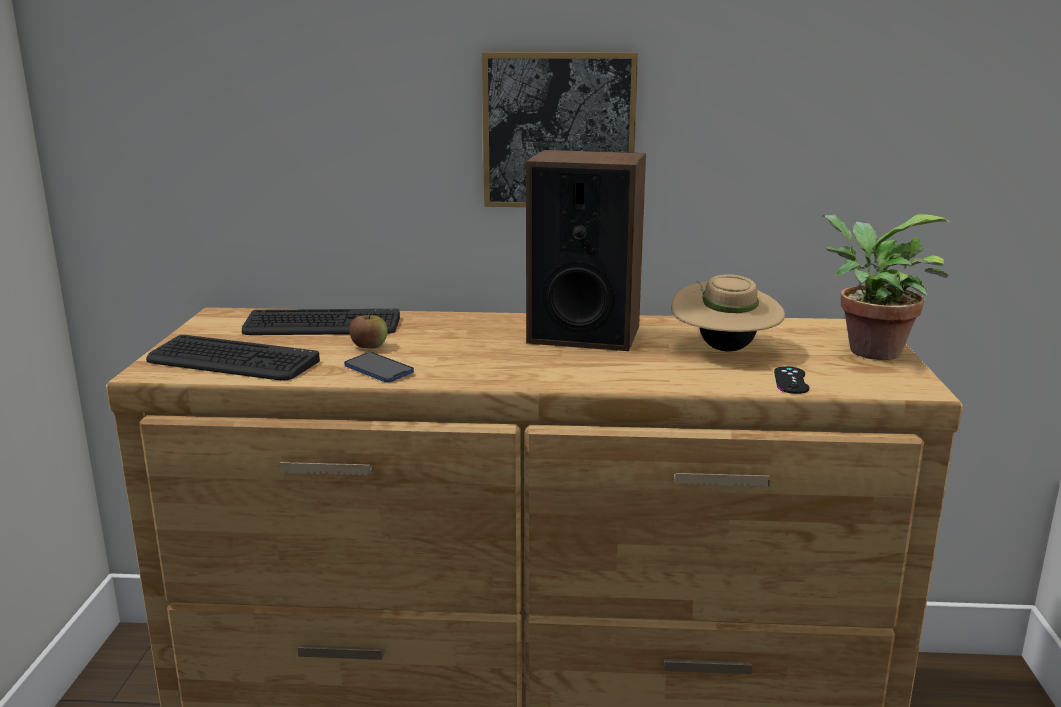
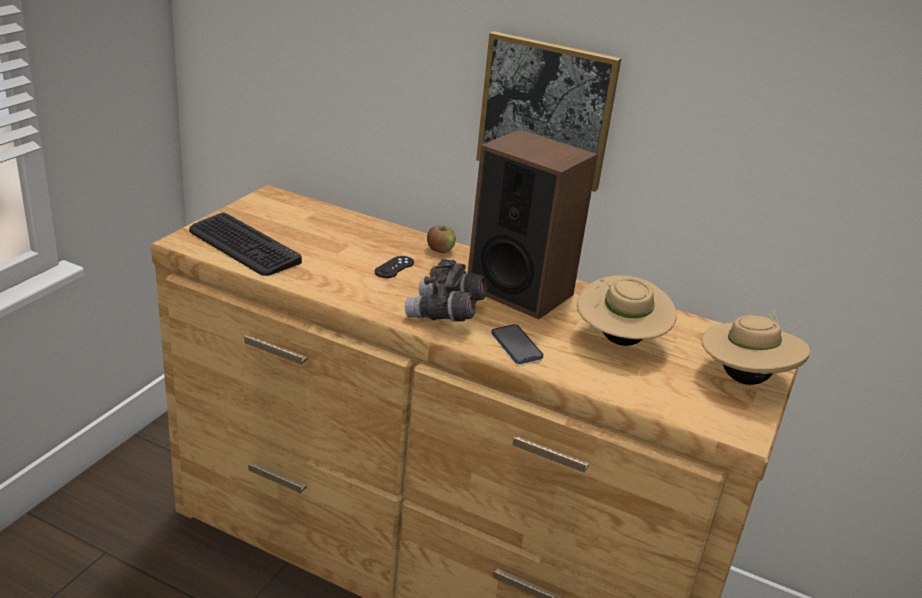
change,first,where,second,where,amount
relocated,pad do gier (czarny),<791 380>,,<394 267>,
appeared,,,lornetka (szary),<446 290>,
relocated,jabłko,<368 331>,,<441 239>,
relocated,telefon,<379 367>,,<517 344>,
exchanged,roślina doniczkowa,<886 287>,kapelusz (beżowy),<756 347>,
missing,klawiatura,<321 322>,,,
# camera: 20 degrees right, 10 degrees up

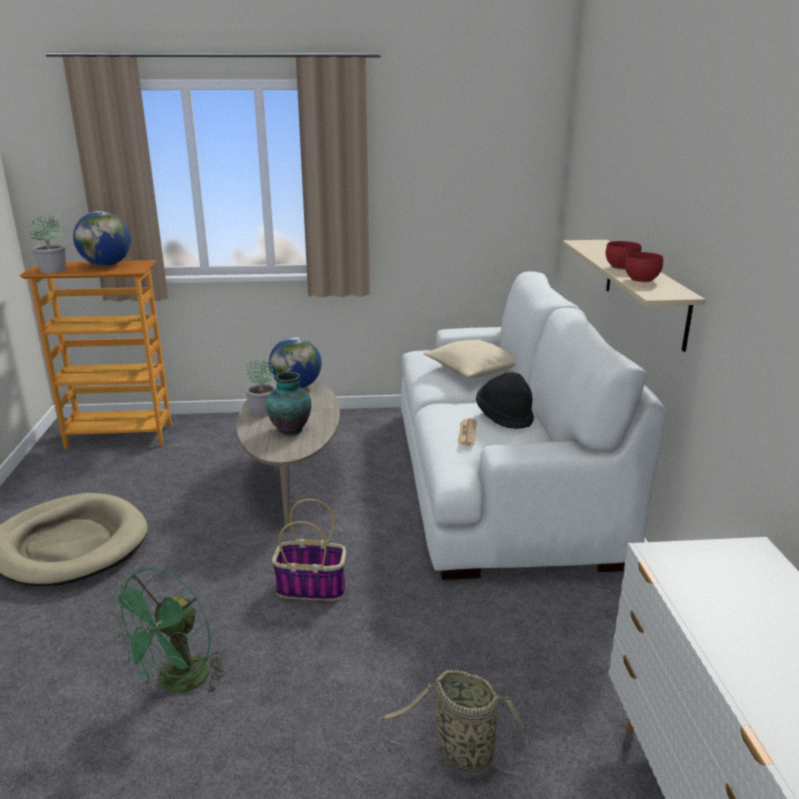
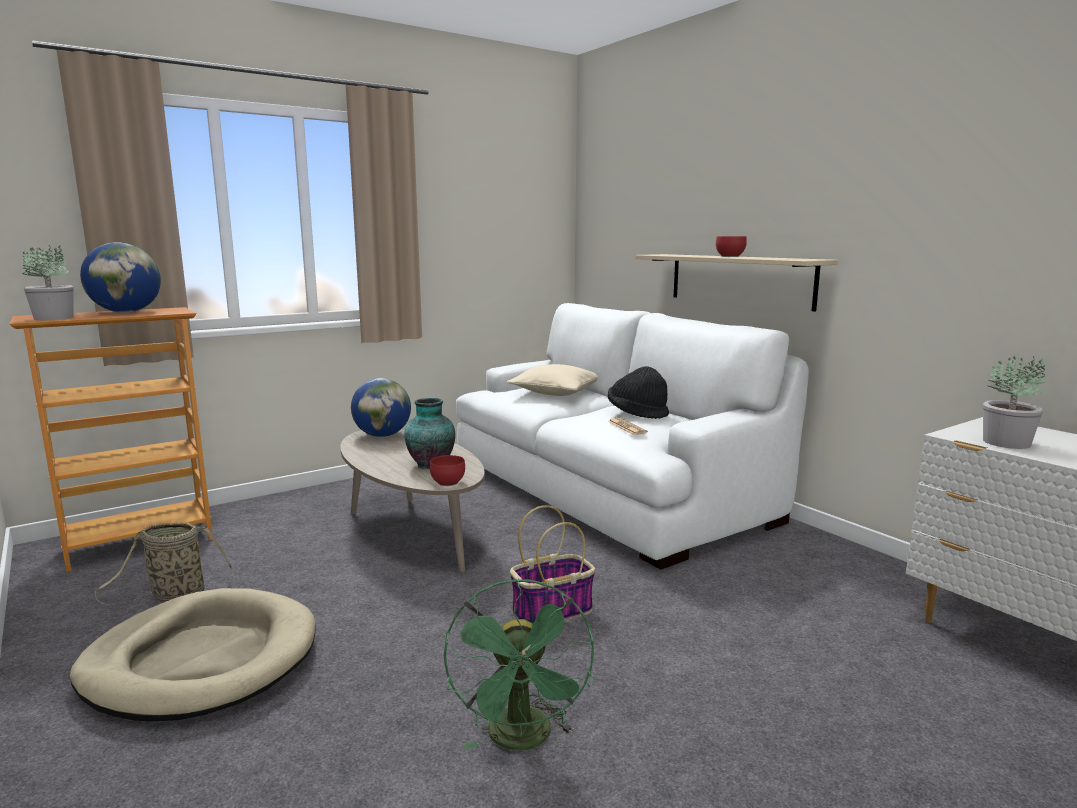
change,first,where,second,where,amount
relocated,koszyk,<454 722>,,<165 563>,
relocated,miska (czerwony),<644 267>,,<447 470>,
relocated,roślina doniczkowa,<261 387>,,<1014 402>,
# camera: 30 degrees left, 10 degrees down

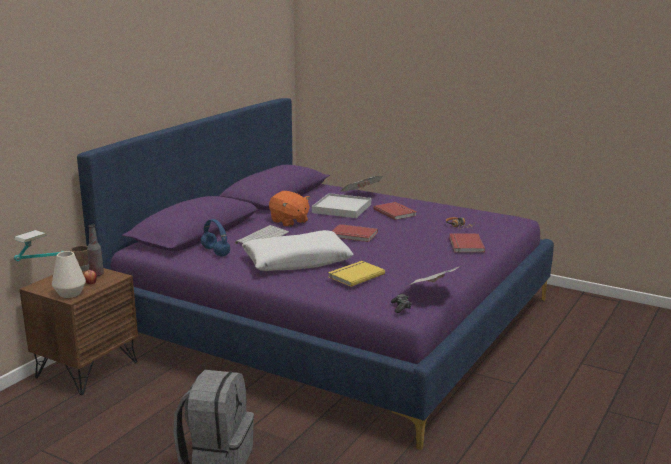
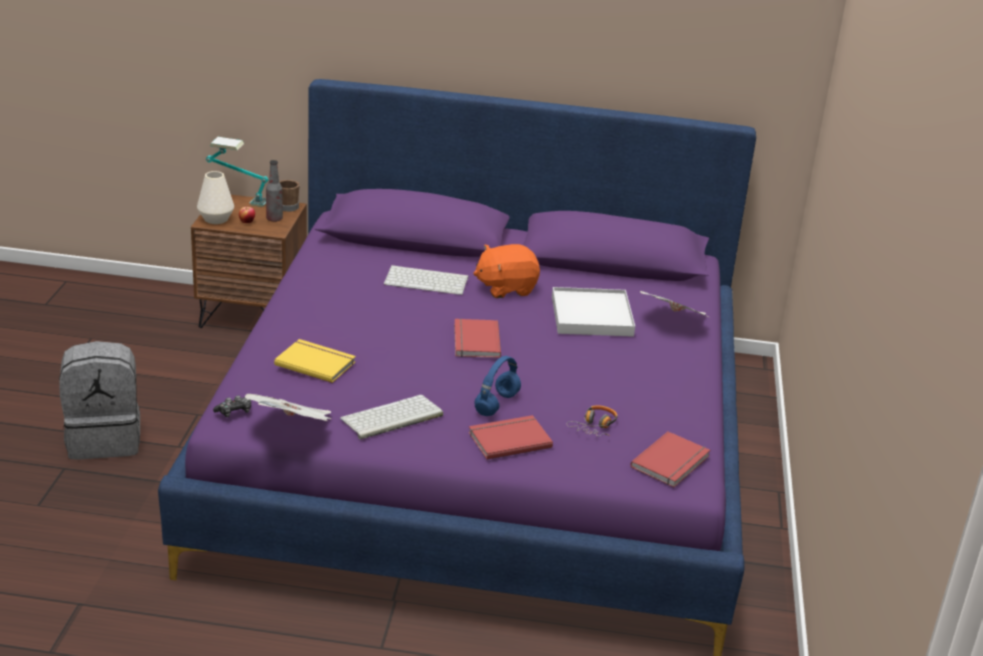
change,first,where,second,where,amount
appeared,,,klawiatura,<391 417>,
spun,pluszak (pomarańczowy),<289 209>,,<506 271>,45 degrees clockwise
relocated,słuchawki (niebieski),<215 238>,,<498 386>,
relocated,książka (czerwony),<395 211>,,<670 459>,
missing,poduszka (biały),<298 250>,,,
# camera: 65 degrees right, 10 degrees up

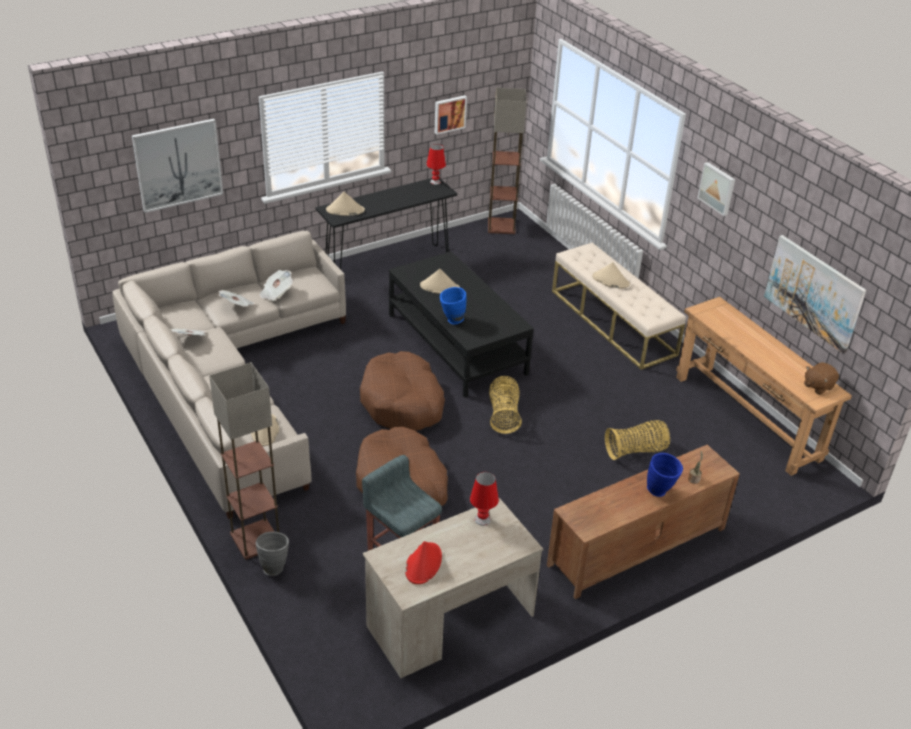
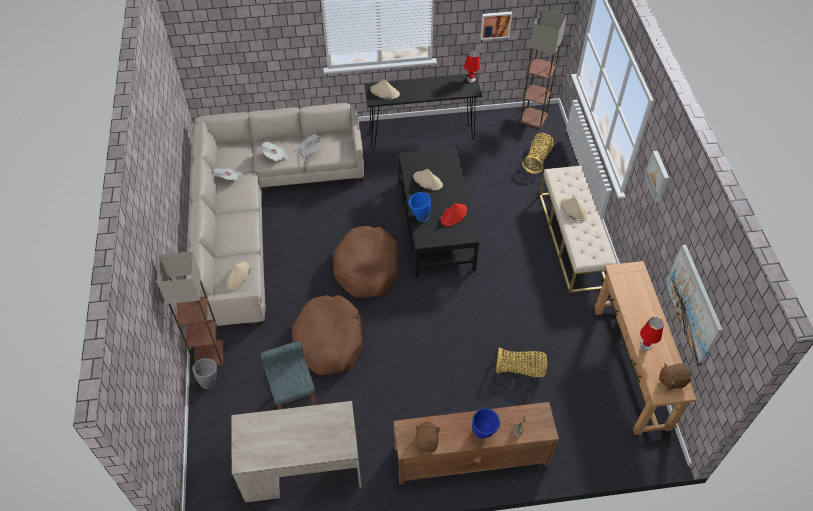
change,first,where,second,where,amount
appeared,,,pluszak (brązowy),<427 437>,
relocated,kapelusz (czerwony),<423 562>,,<454 214>,
relocated,koszyk,<505 405>,,<538 153>,
relocated,lampa stołowa (czerwony),<484 499>,,<652 334>,
missing,obraz,<177 166>,,,
# camera: 25 degrees right, 15 degrees up

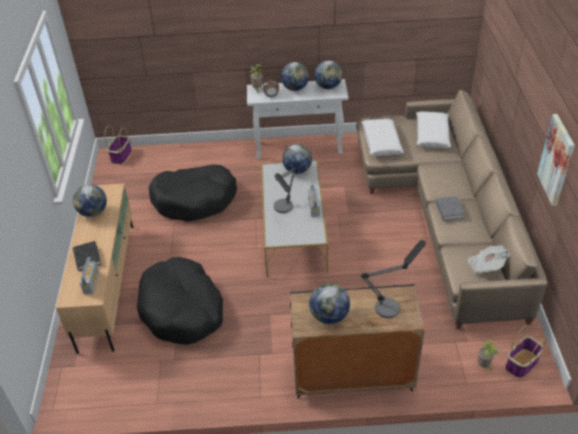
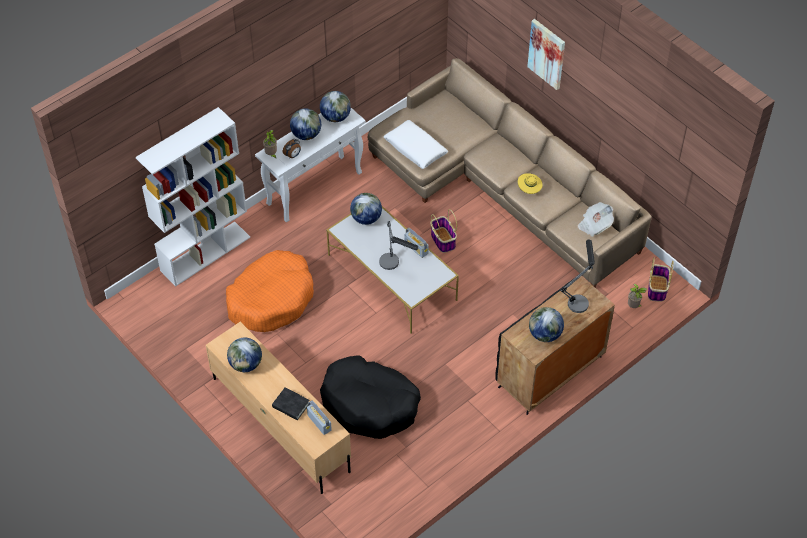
change,first,where,second,where,amount
appeared,,,regał (biały),<193 197>,
colour,legowisko (czarny),<193 193>,legowisko (pomarańczowy),<270 291>,
relocated,koszyk,<118 144>,,<443 231>,
exchanged,książka (szary),<450 208>,kapelusz (żółty),<530 183>,
relocated,obraz,<556 160>,,<546 54>,
missing,poduszka (biały),<433 129>,,,
# camera: 40 degrees left, 10 degrees up

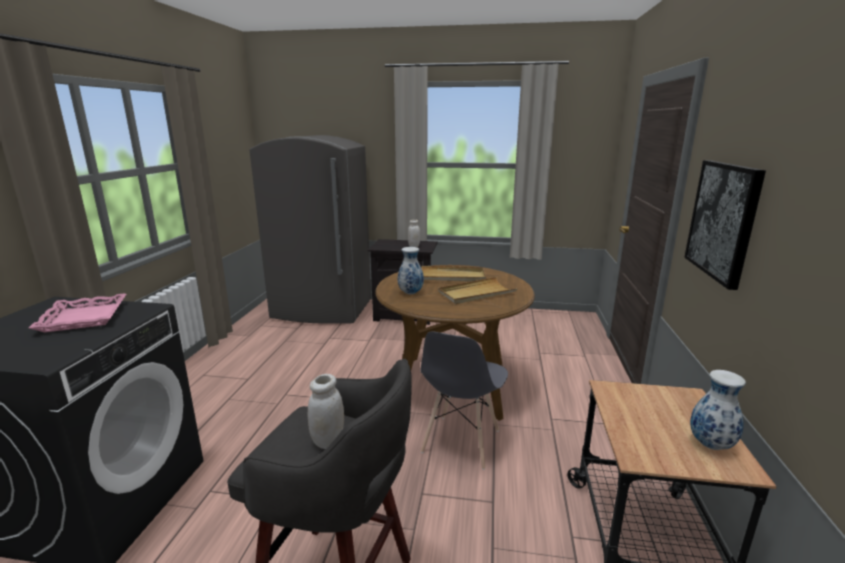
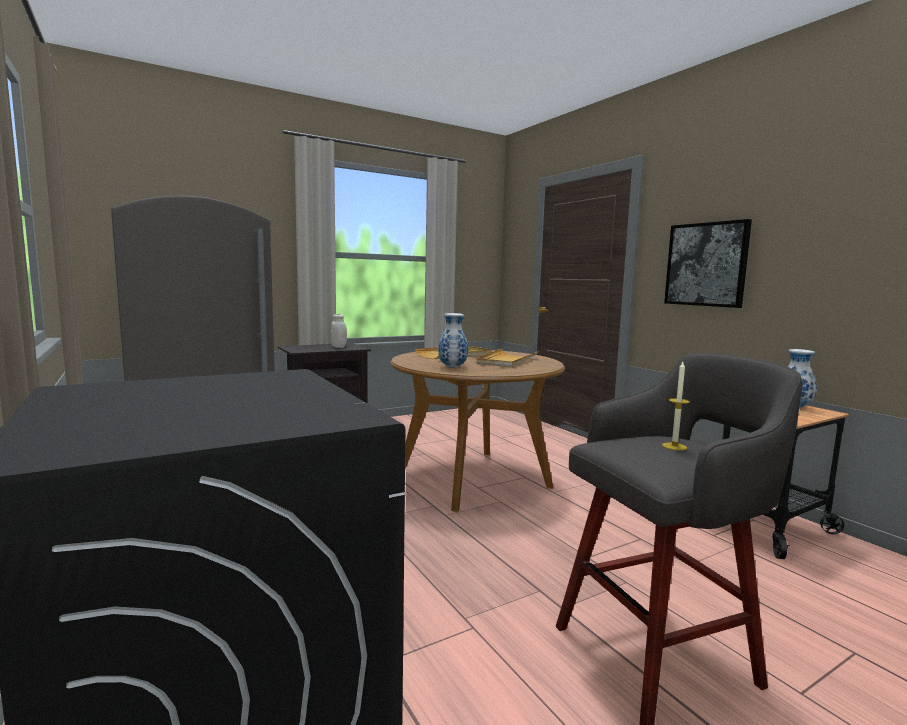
change,first,where,second,where,amount
exchanged,słoik (biały),<326 411>,świeca,<676 406>,
missing,taca (różowy),<77 312>,,,
missing,krzesło (szary),<464 401>,,,
# camera: 40 degrees left, 10 degrees down

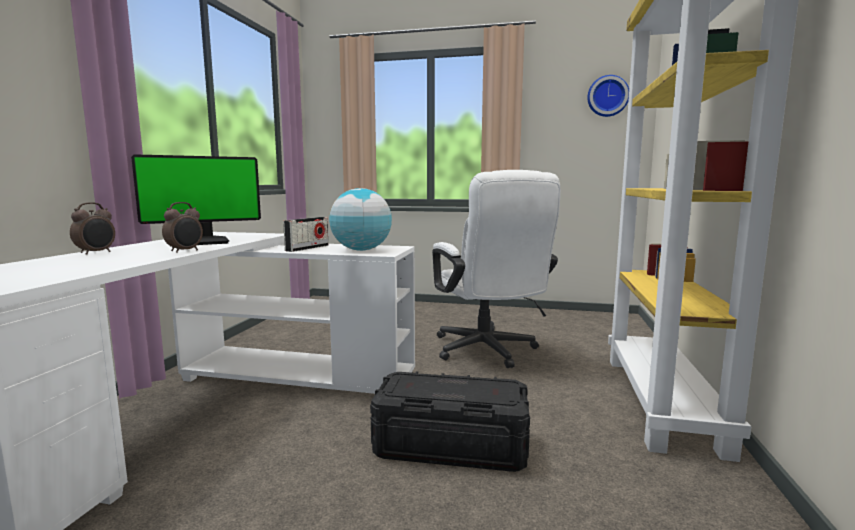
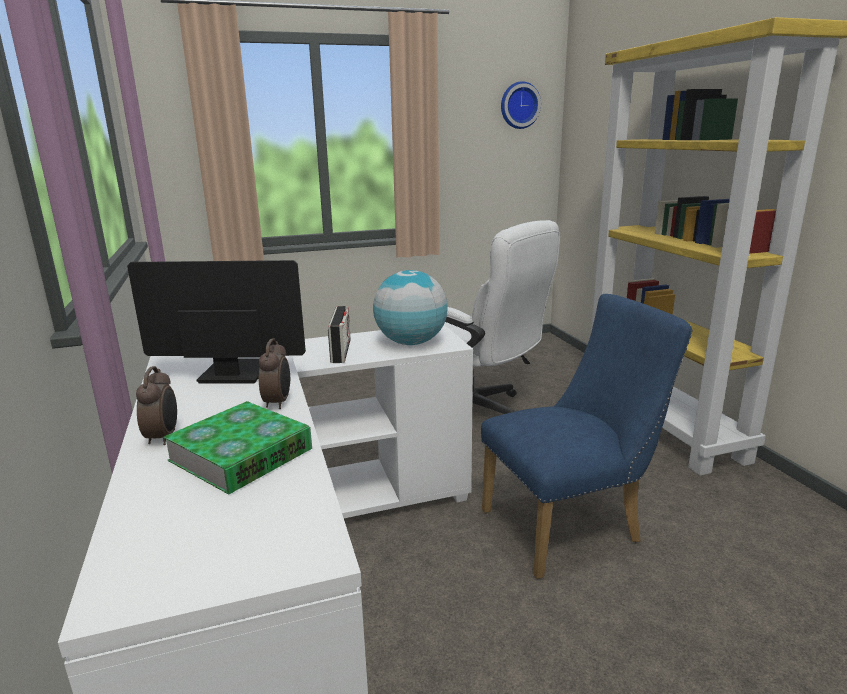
change,first,where,second,where,amount
spun,monitor,<196 199>,,<216 322>,120 degrees counterclockwise
appeared,,,książka,<237 448>,
exchanged,pojemnik do przechowywania (czarny),<450 421>,krzesło (niebieski),<587 436>,
# camera: 30 degrees left, 10 degrees up

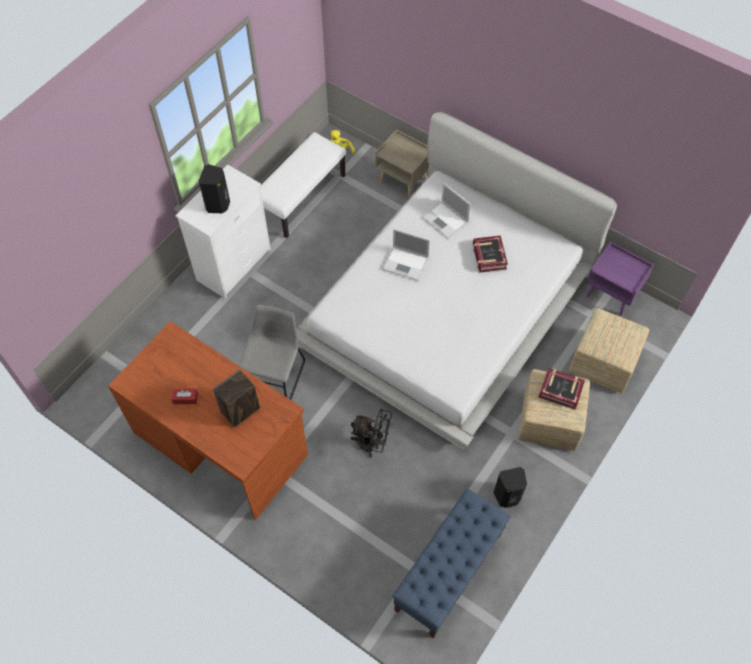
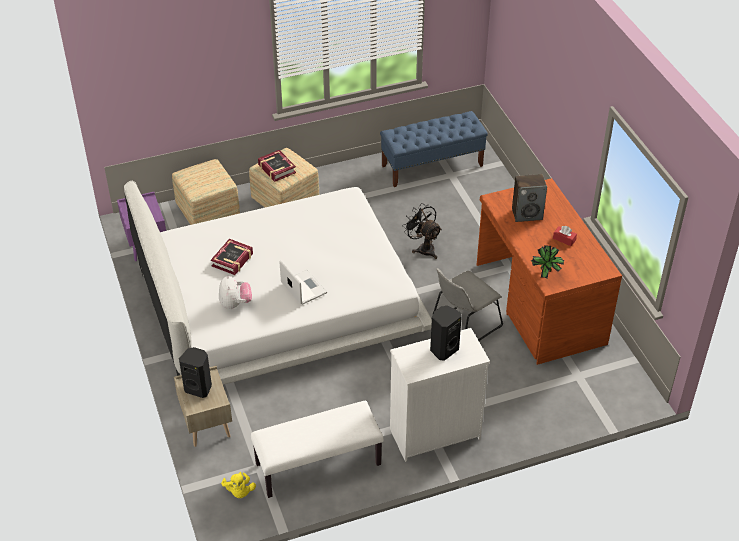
change,first,where,second,where,amount
relocated,głośnik (czarny),<510 487>,,<195 372>,
exchanged,laptop,<446 211>,pluszak,<235 292>,
appeared,,,roślina doniczkowa,<547 261>,
# camera: 145 degrees left, 15 degrees down

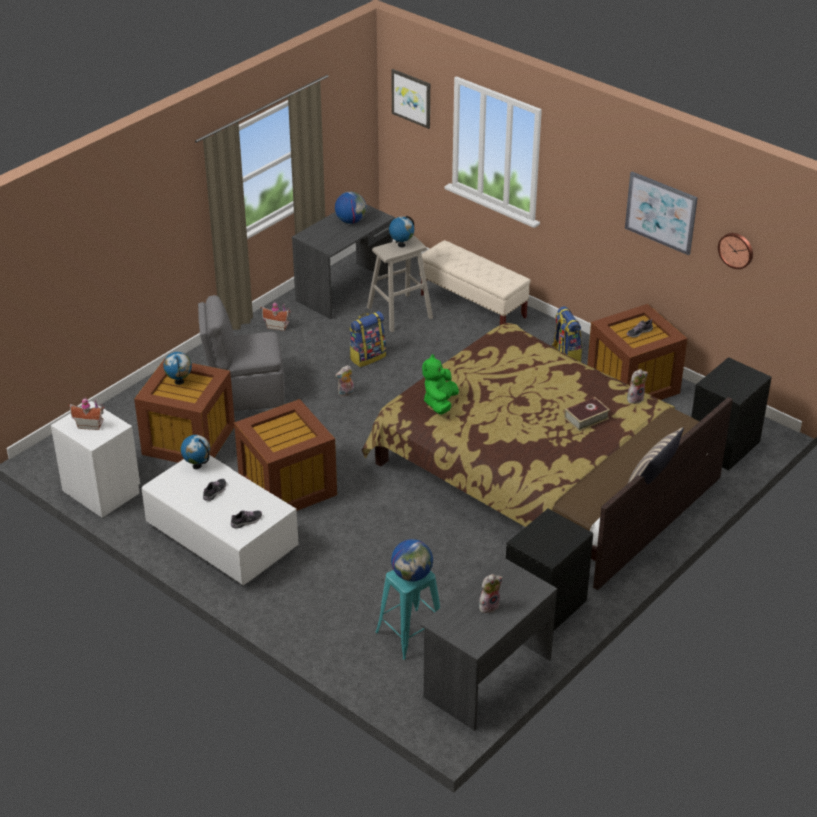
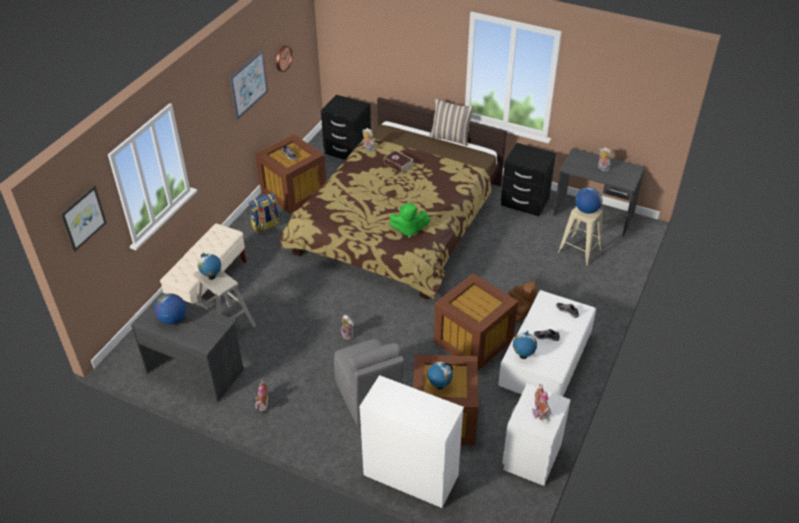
change,first,where,second,where,amount
appeared,,,komoda (biały),<411 441>,
appeared,,,pluszak (brązowy),<523 301>,
colour,stołek (turkusowy),<407 615>,stołek (beżowy),<580 236>,
missing,plecak,<368 339>,,,
# camera: 105 degrees left, 5 degrees up

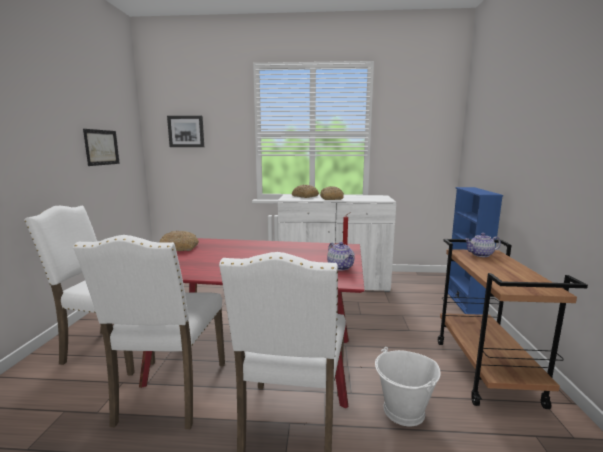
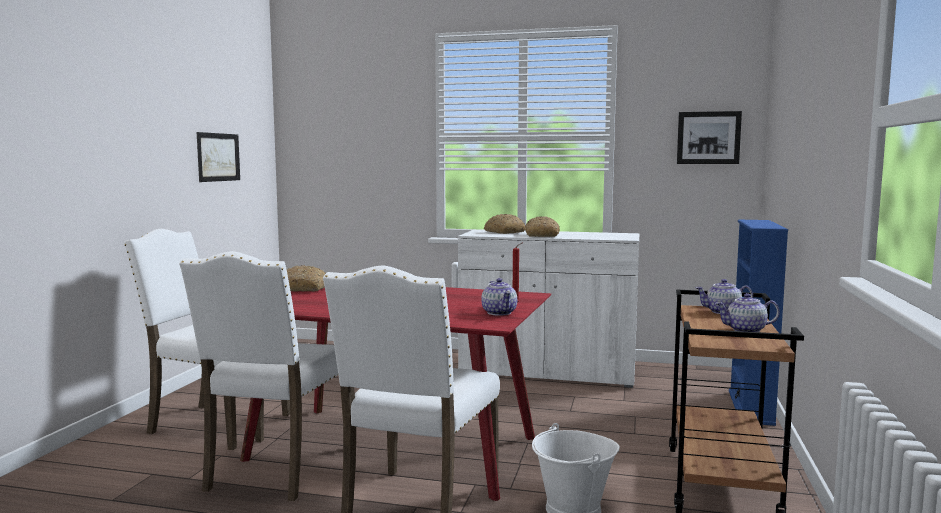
change,first,where,second,where,amount
relocated,obraz,<185 131>,,<709 137>,
appeared,,,imbryk,<747 312>,
# camera: 10 degrees right, 5 degrees down

